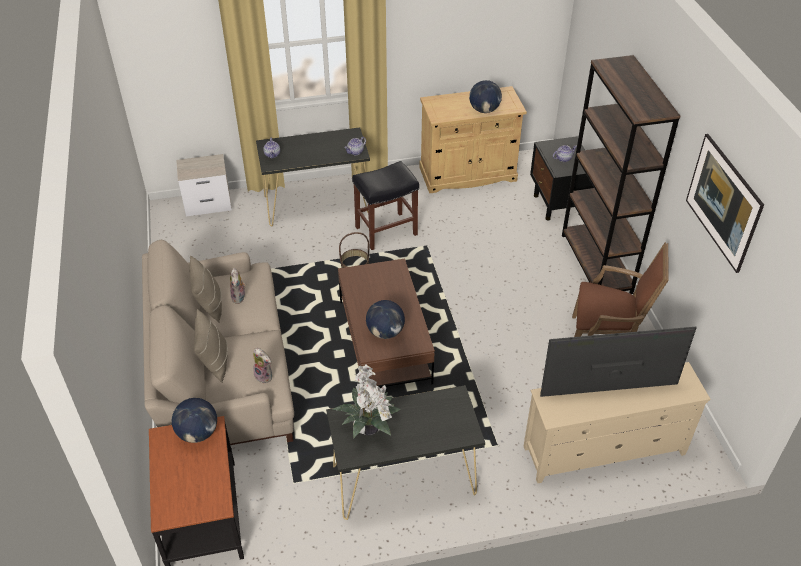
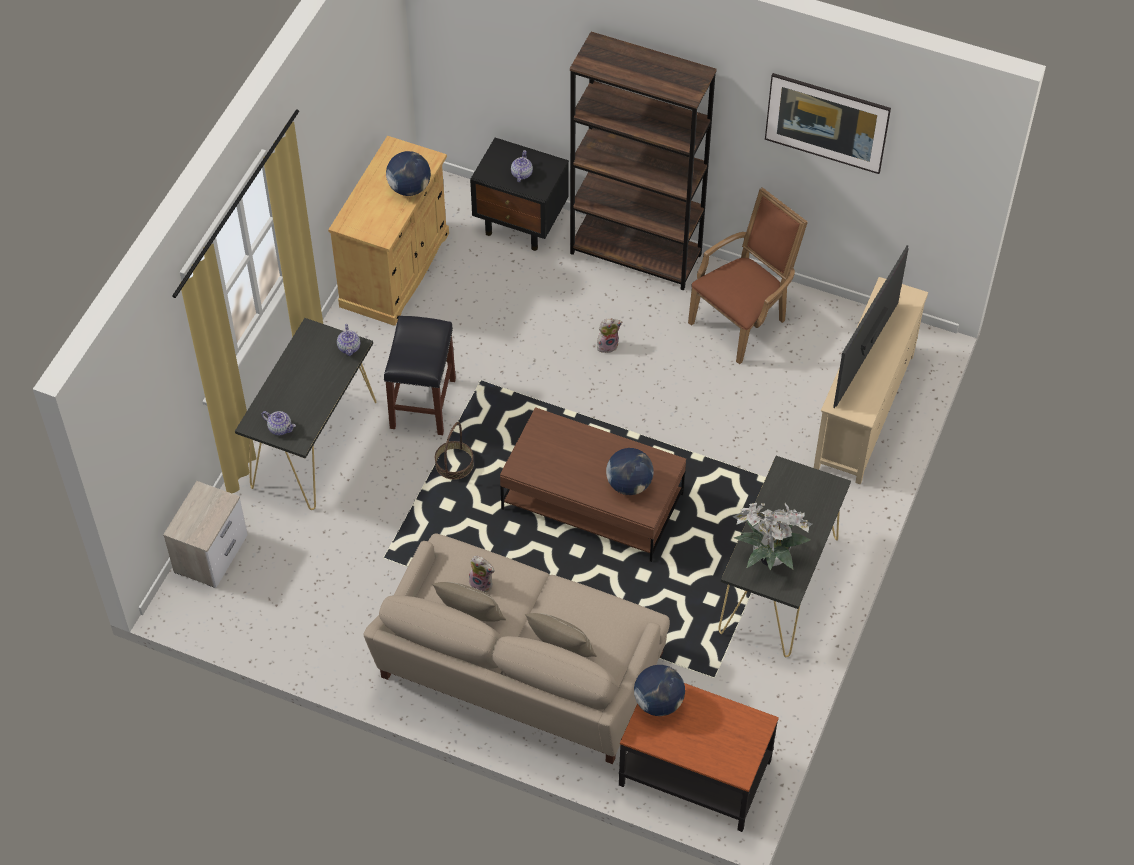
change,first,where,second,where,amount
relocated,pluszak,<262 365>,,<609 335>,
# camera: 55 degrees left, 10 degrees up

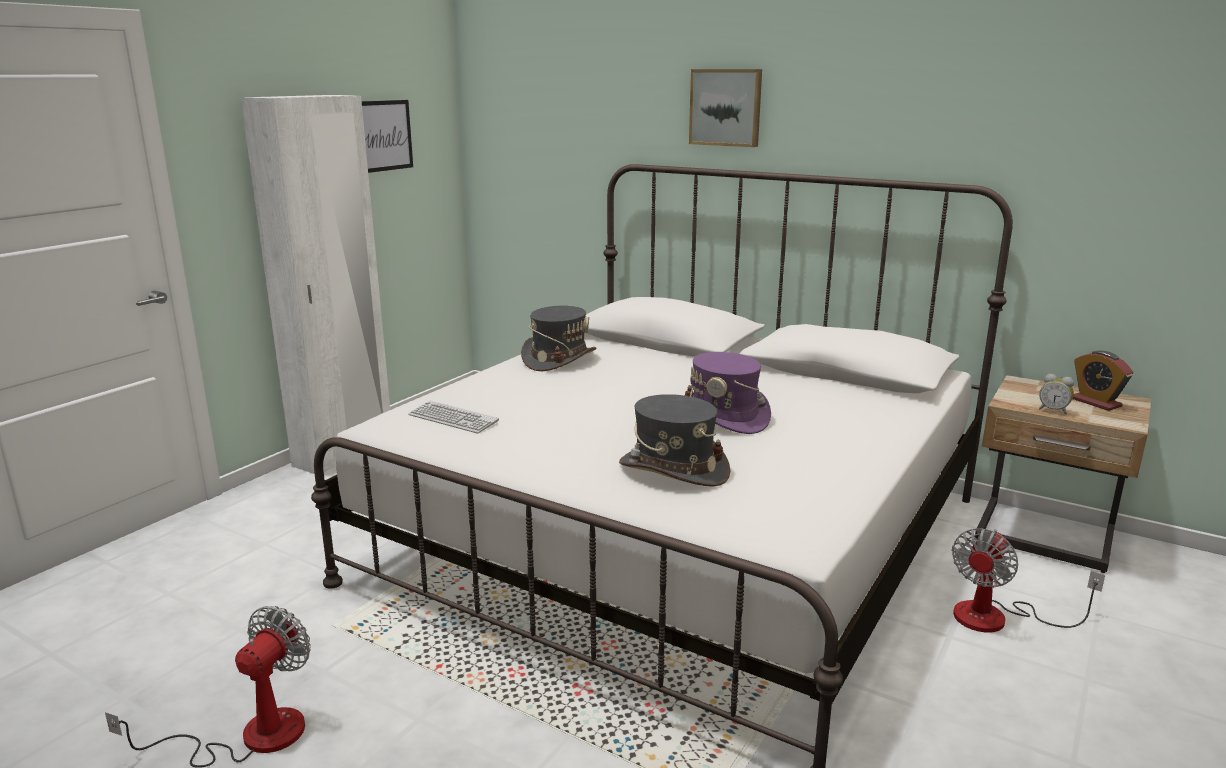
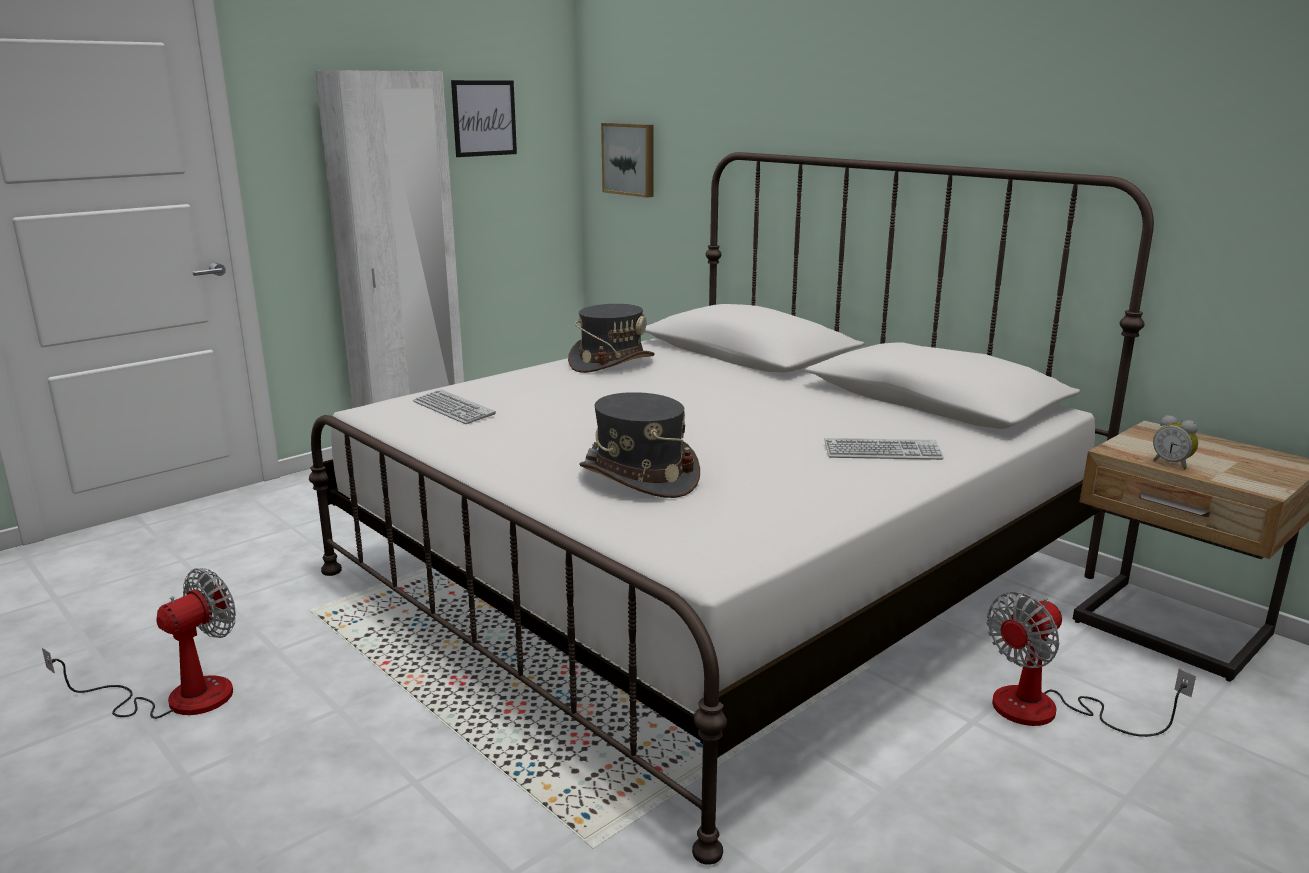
change,first,where,second,where,amount
relocated,obraz,<725 108>,,<627 160>,
appeared,,,klawiatura,<884 449>,
missing,kapelusz (fioletowy),<728 393>,,,
missing,budzik,<1103 381>,,,
# camera: 15 degrees right, 0 degrees up

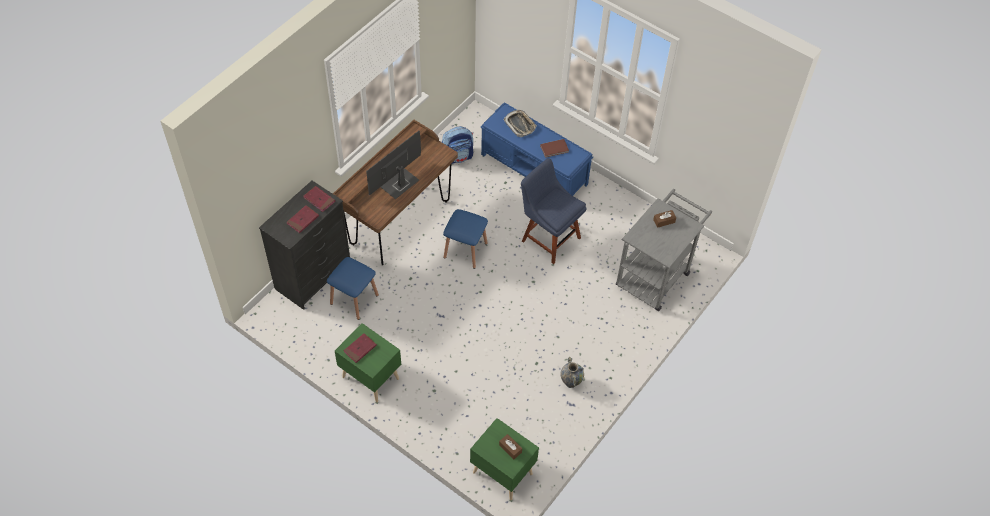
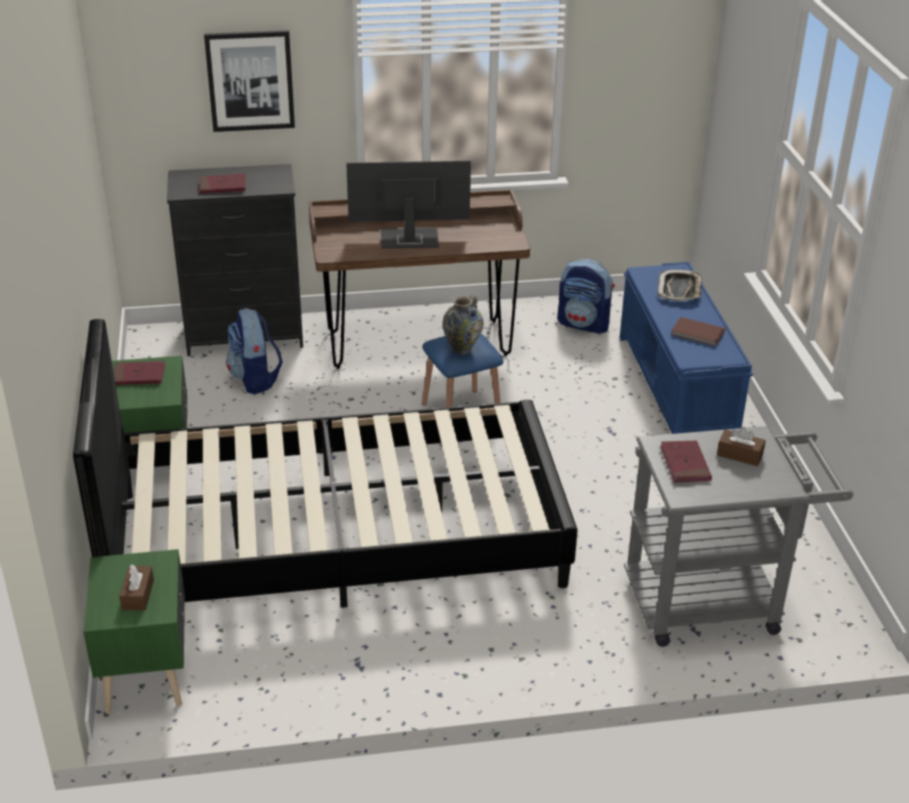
change,first,where,second,where,amount
appeared,,,łóżko (czarny),<325 463>,
appeared,,,obraz,<249 81>,
exchanged,stołek (niebieski),<353 288>,plecak,<254 351>,
relocated,wazon,<572 372>,,<463 325>,
relocated,książka (czerwony),<319 199>,,<686 461>,
missing,krzesło (niebieski),<554 211>,,,
# camera: 45 degrees right, 20 degrees down

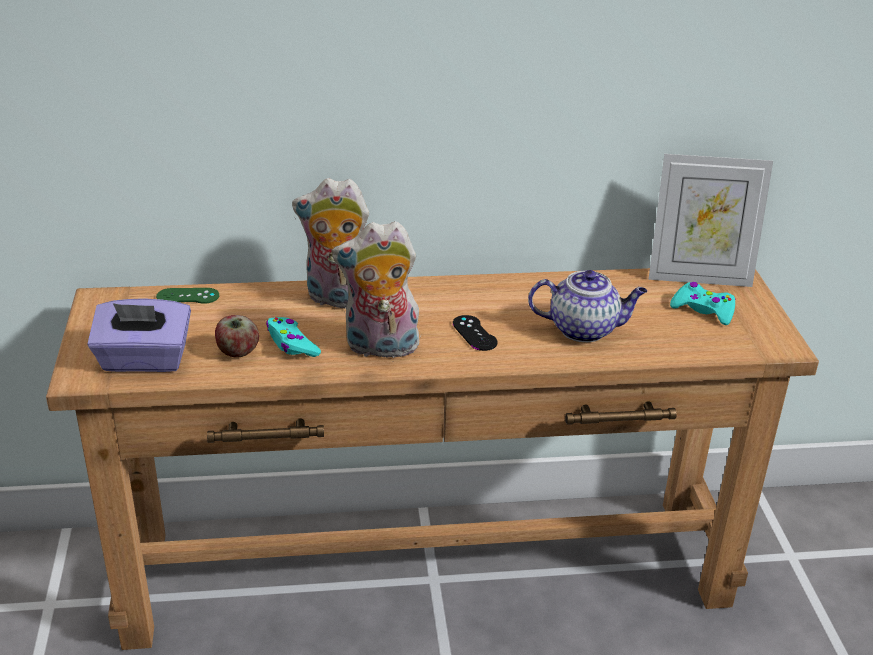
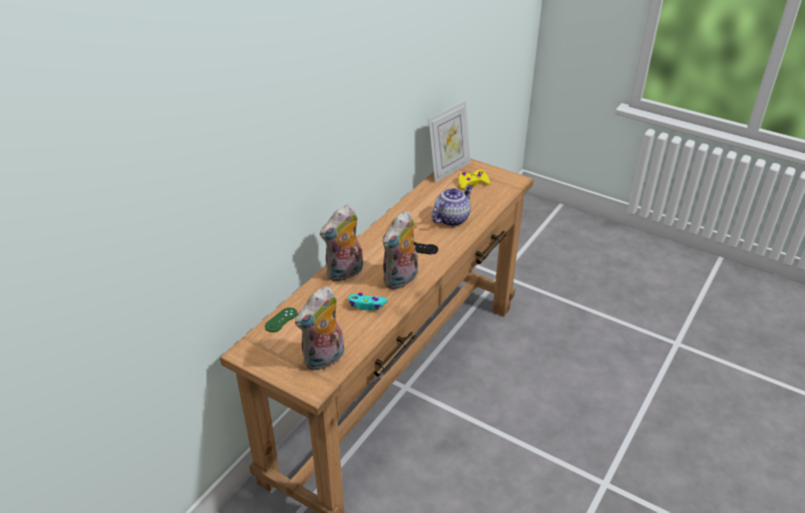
change,first,where,second,where,amount
exchanged,pudełko chusteczek (fioletowy),<139 335>,pluszak,<319 328>,
colour,pad do gier (turkusowy),<702 303>,pad do gier (żółty),<474 179>,
missing,jabłko,<237 336>,,,
# camera: 50 degrees left, 5 degrees up

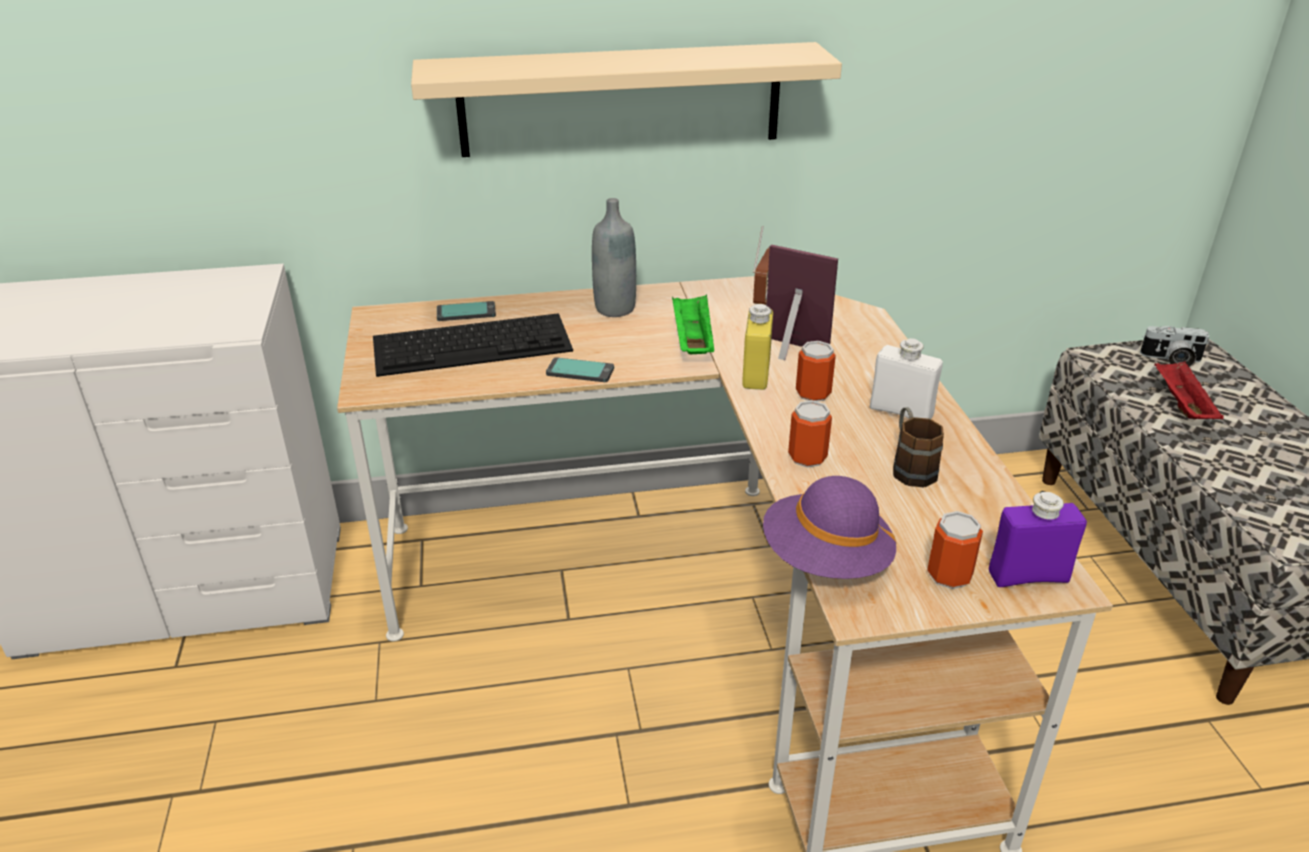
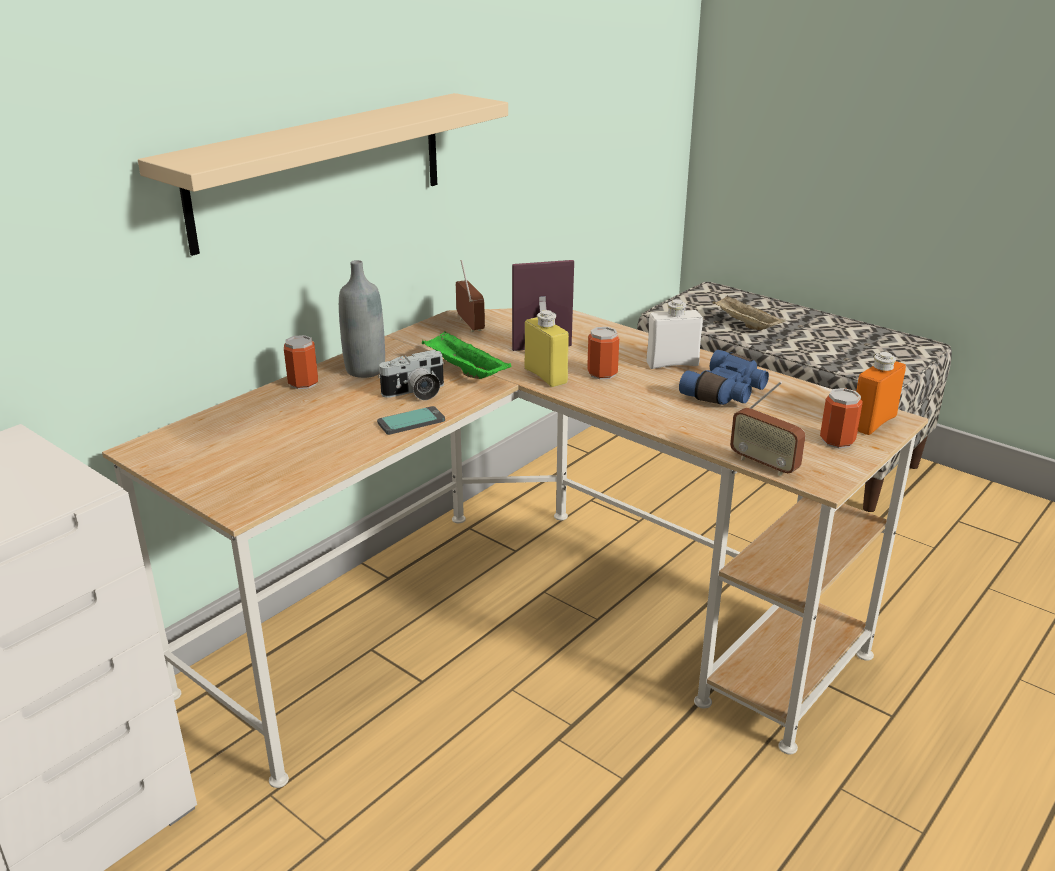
change,first,where,second,where,amount
relocated,puszka,<810 434>,,<301 362>,
relocated,aparat fotograficzny,<1174 346>,,<411 375>,
exchanged,kubek (brązowy),<918 447>,lornetka (niebieski),<724 377>,
colour,taca (czerwony),<1189 390>,taca (beżowy),<749 312>,
exchanged,kapelusz (fioletowy),<829 527>,radio,<768 428>,
colour,butelka (fioletowy),<1038 539>,butelka (pomarańczowy),<881 393>,
missing,klawiatura,<473 345>,,,
missing,telefon,<466 311>,,,
# camera: 40 degrees left, 5 degrees down

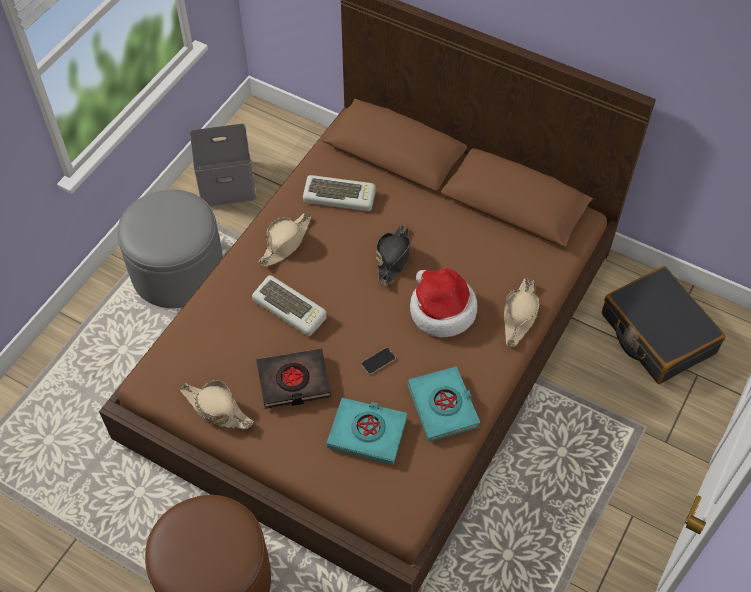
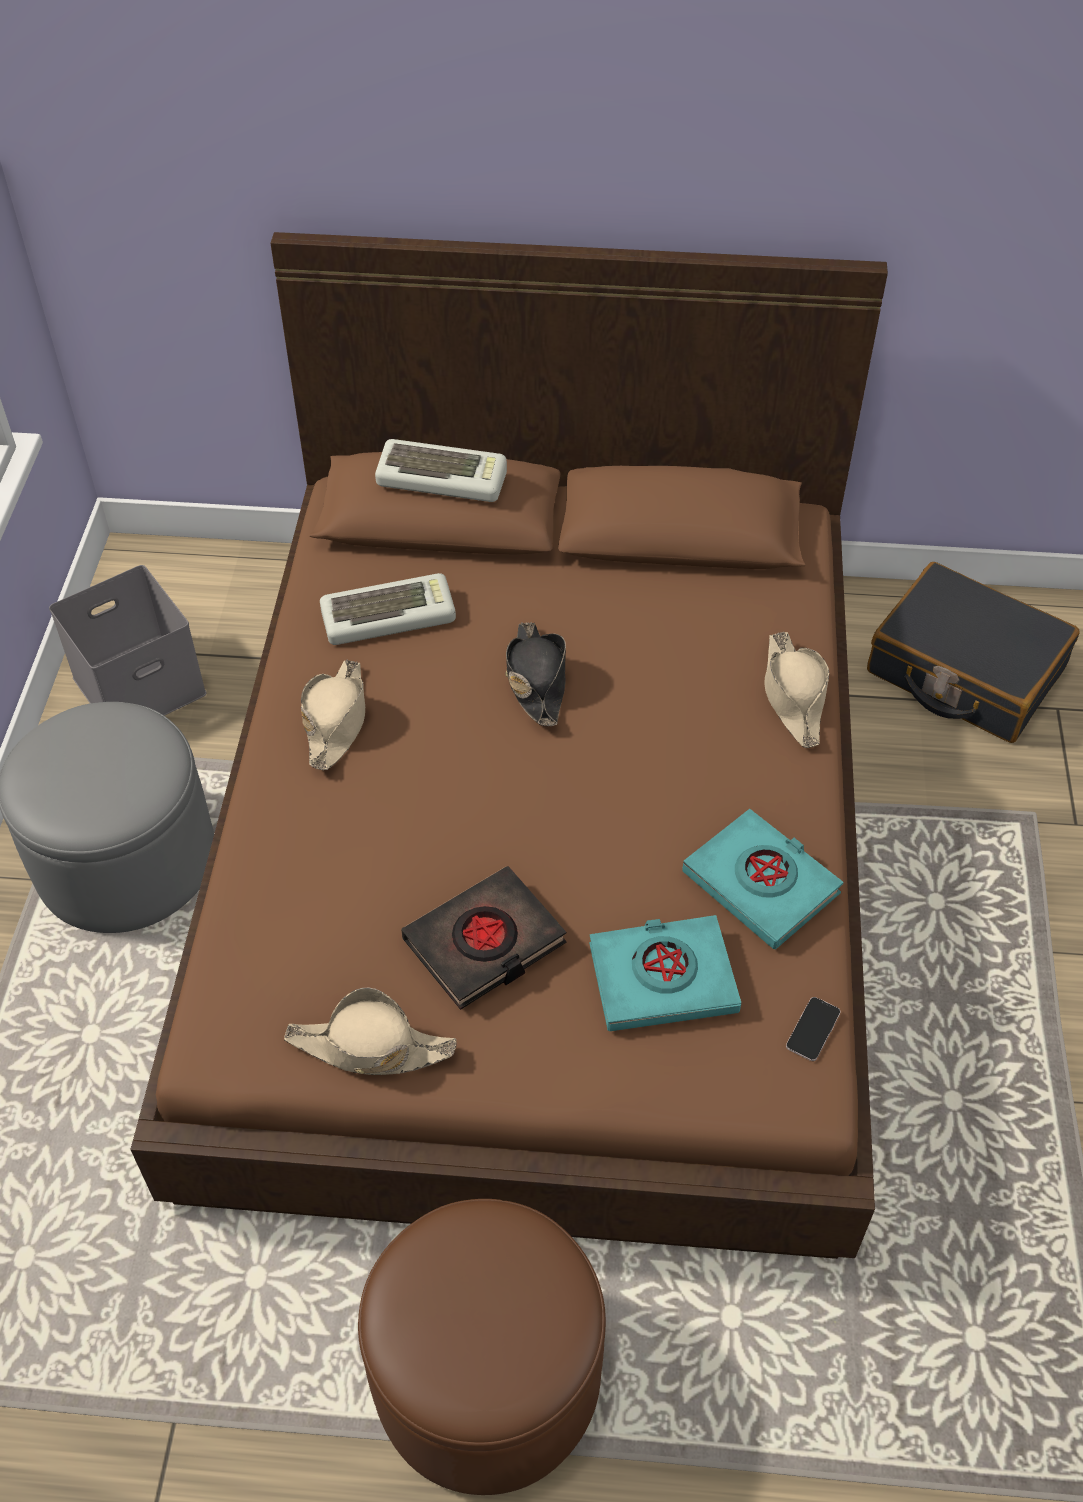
change,first,where,second,where,amount
relocated,klawiatura,<289 305>,,<441 470>,
relocated,telefon,<378 361>,,<813 1029>,
missing,kapelusz,<443 302>,,,
# camera: 25 degrees left, 5 degrees down

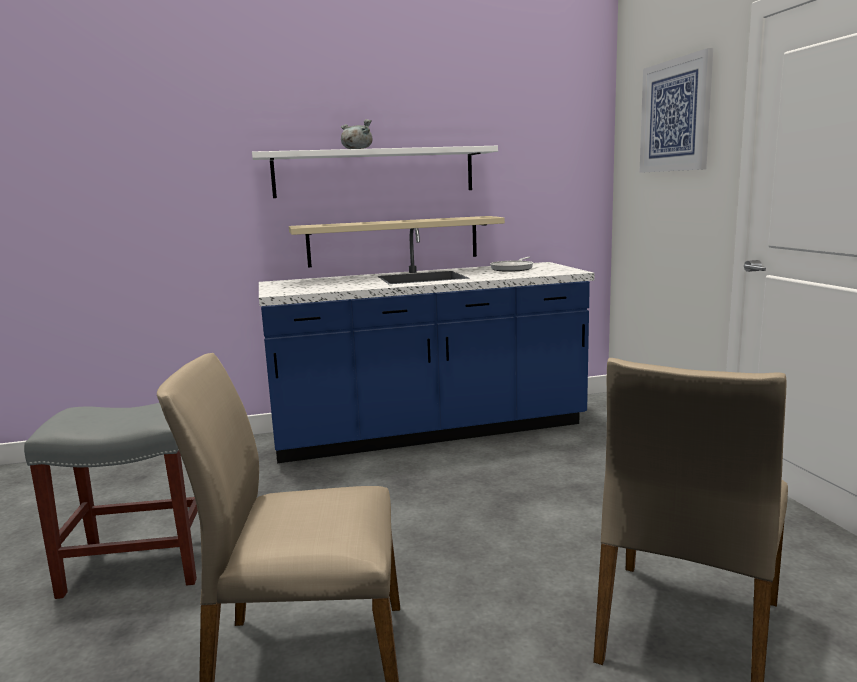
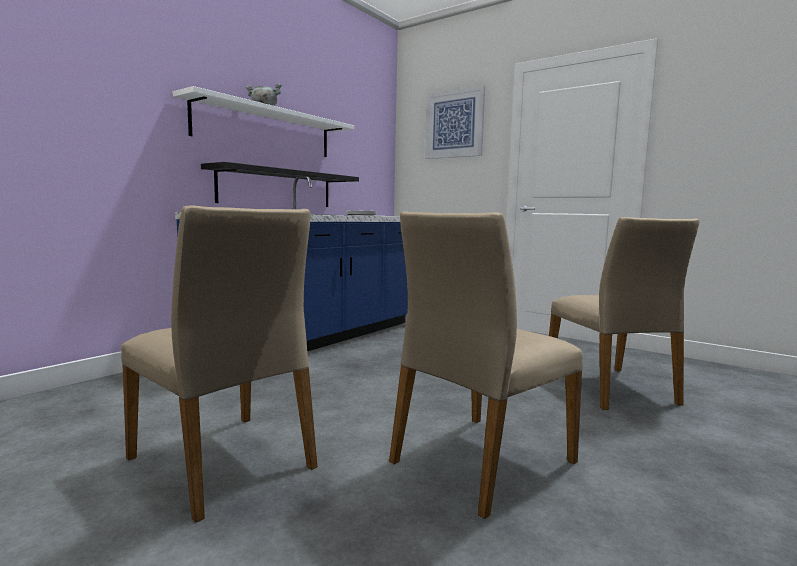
change,first,where,second,where,amount
exchanged,stołek (szary),<111 501>,krzesło (beżowy),<219 364>,
colour,półka (beżowy),<397 241>,półka (czarny),<280 184>,
# camera: 40 degrees left, 5 degrees down

